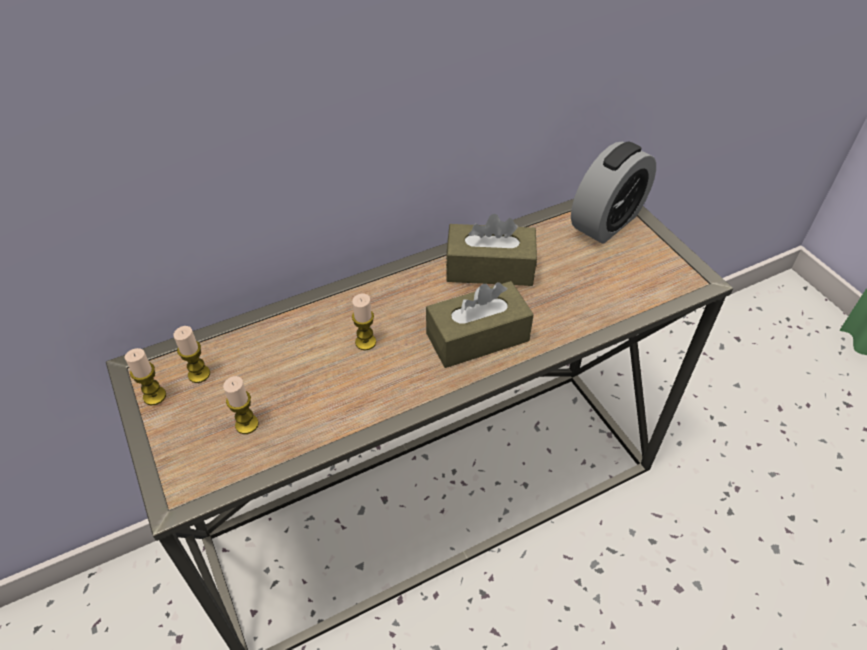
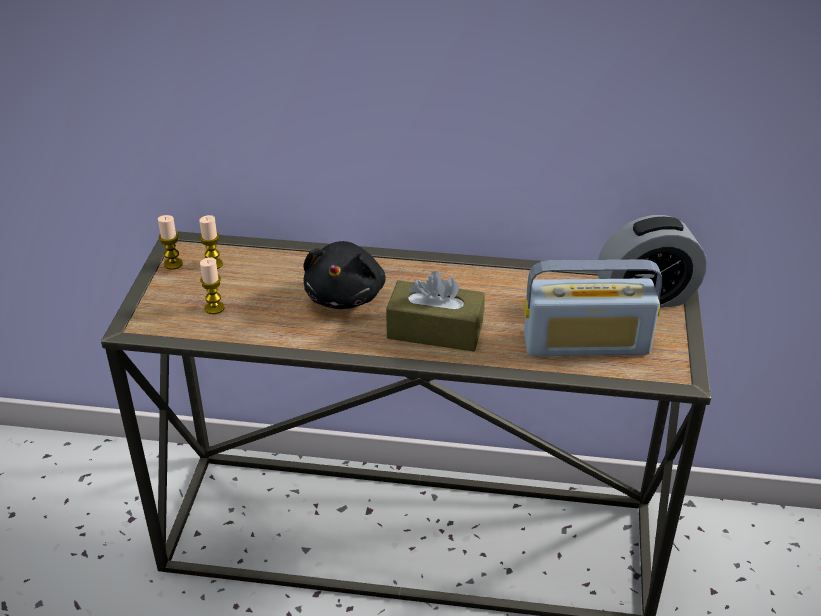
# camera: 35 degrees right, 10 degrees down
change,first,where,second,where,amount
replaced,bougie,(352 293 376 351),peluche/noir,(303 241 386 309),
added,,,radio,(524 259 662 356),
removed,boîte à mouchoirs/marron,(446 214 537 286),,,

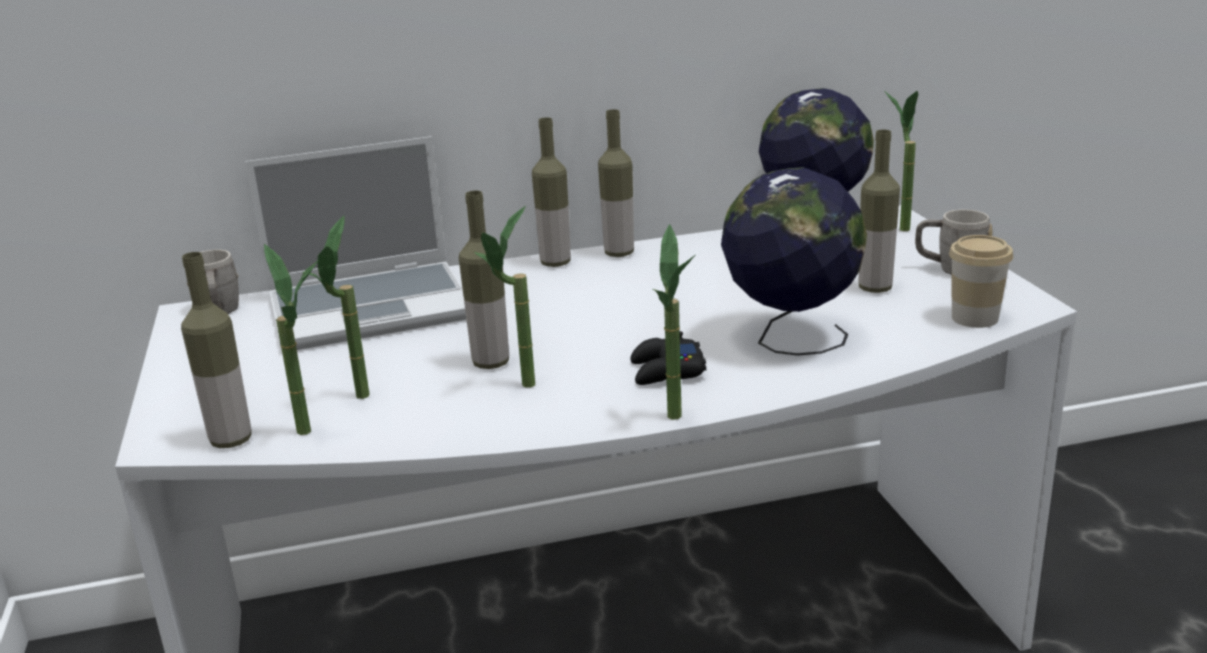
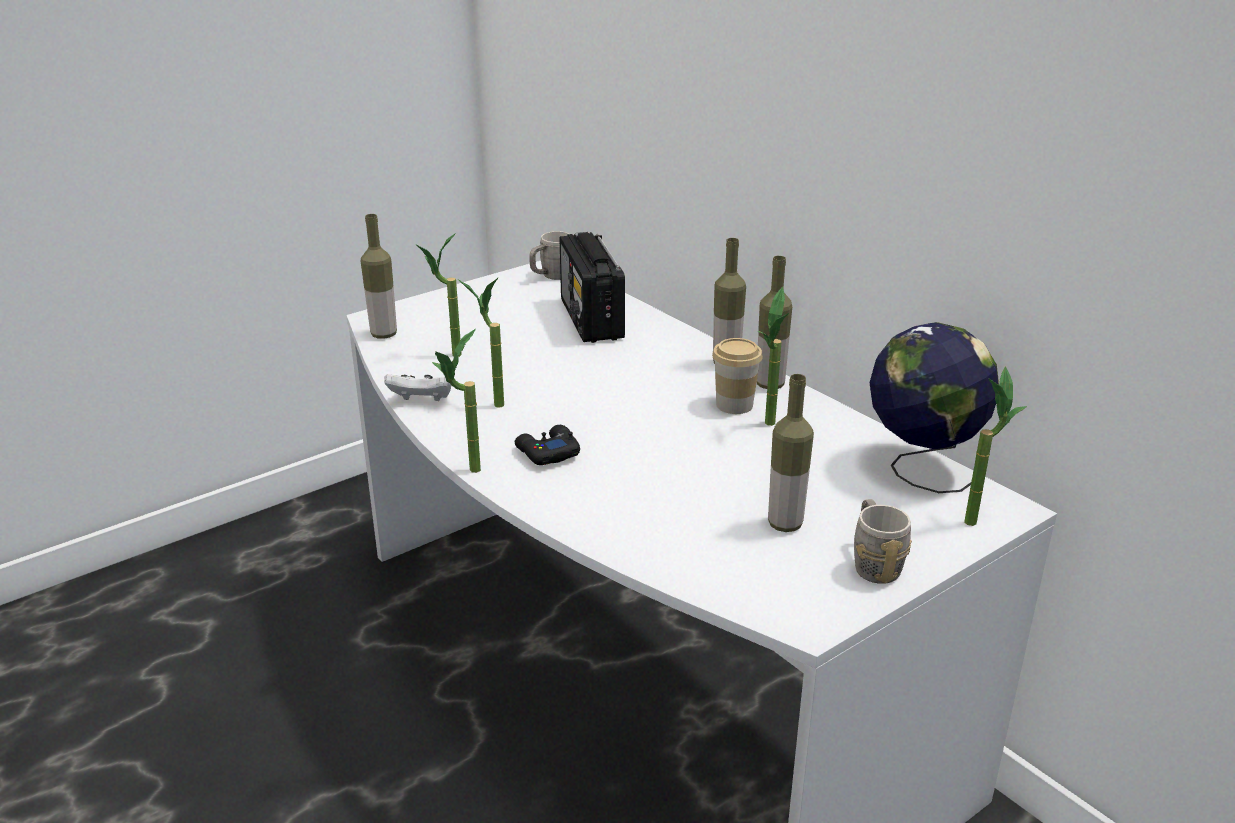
# camera: 65 degrees right, 5 degrees up
change,first,where,second,where,amount
added,,,manette/blanc,(384 374 451 401),
replaced,ordinateur portable,(245 136 466 350),radio,(559 232 625 343),
moved,tasse,(949 235 1013 328),,(712 338 763 414),
moved,plante en pot,(264 244 319 435),,(757 287 789 426),
removed,bouteille,(459 191 509 369),,,
removed,globe,(721 167 867 356),,,

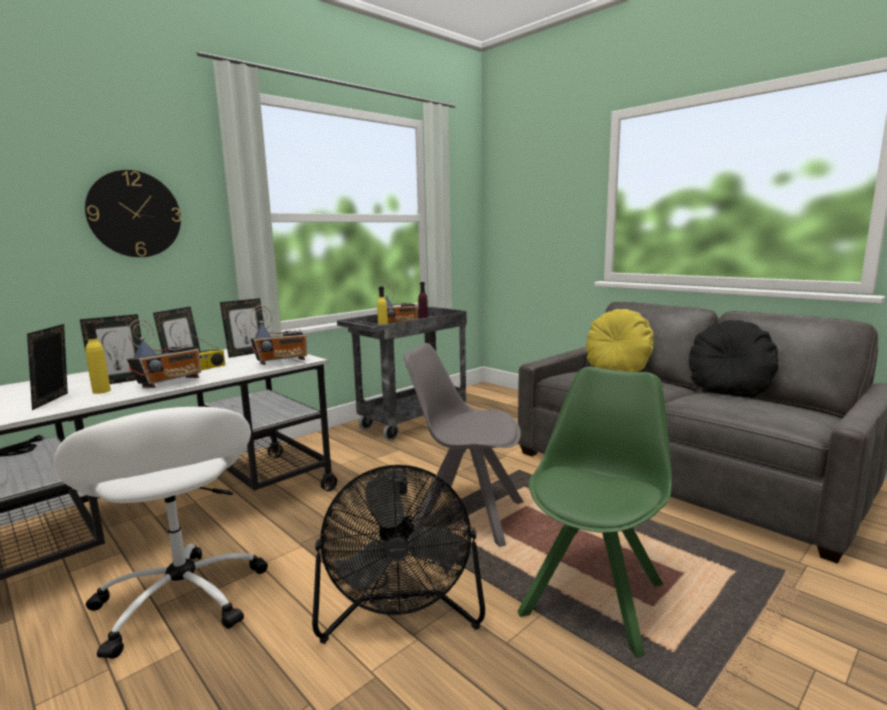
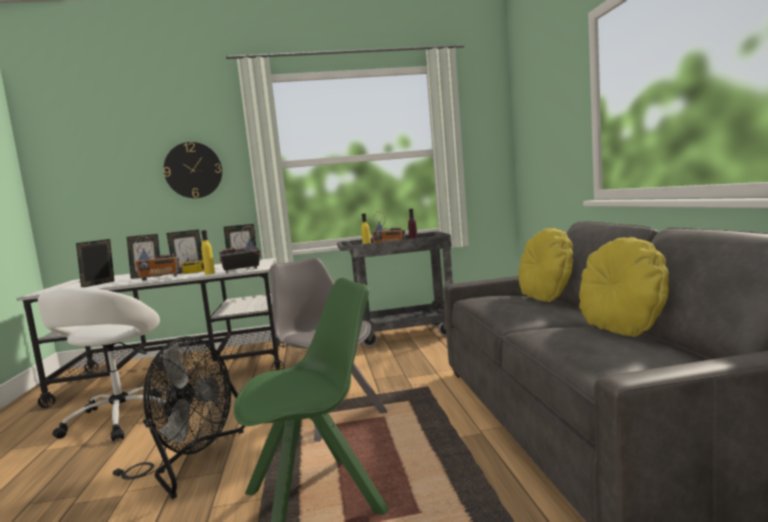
# camera: 35 degrees right, 5 degrees down
change,first,where,second,where,amount
turned,ventilateur/noir,(312 465 485 644),,(113 336 245 499),105 degrees counterclockwise
moved,bouteille/jaune,(85 322 111 394),,(201 230 215 275),
turned,radio,(250 305 307 365),,(219 226 261 273),150 degrees clockwise
recoloured,coussin/noir,(689 320 778 398),coussin/jaune,(579 237 669 337),

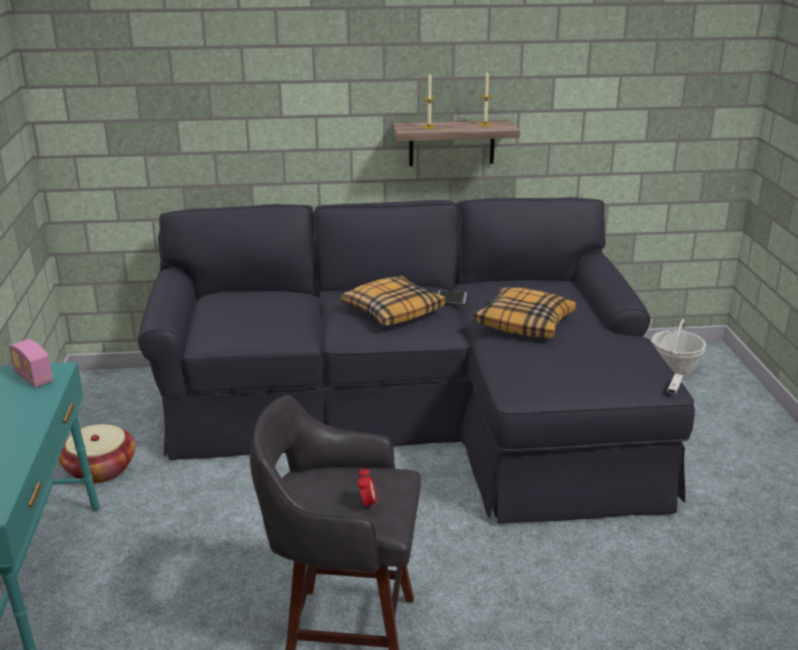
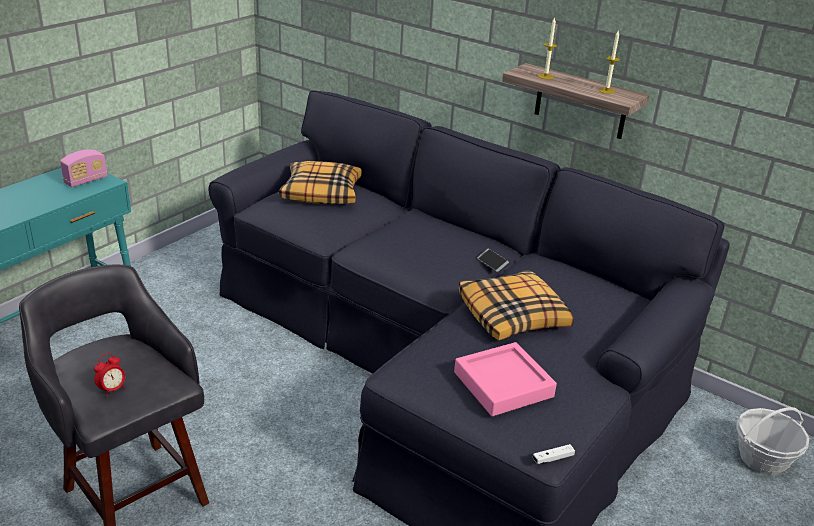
# camera: 40 degrees right, 5 degrees up
change,first,where,second,where,amount
turned,radio,(9 339 53 387),,(60 149 107 187),135 degrees counterclockwise
moved,coussin,(341 276 445 326),,(279 161 362 204),
added,,,plateau/rose,(454 342 557 416),
removed,panier,(59 424 135 483),,,

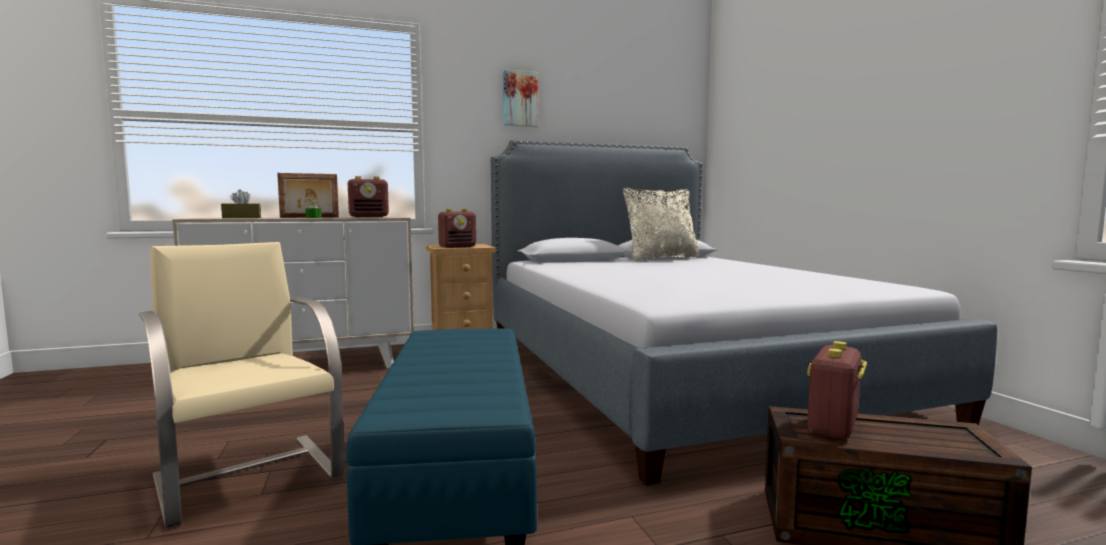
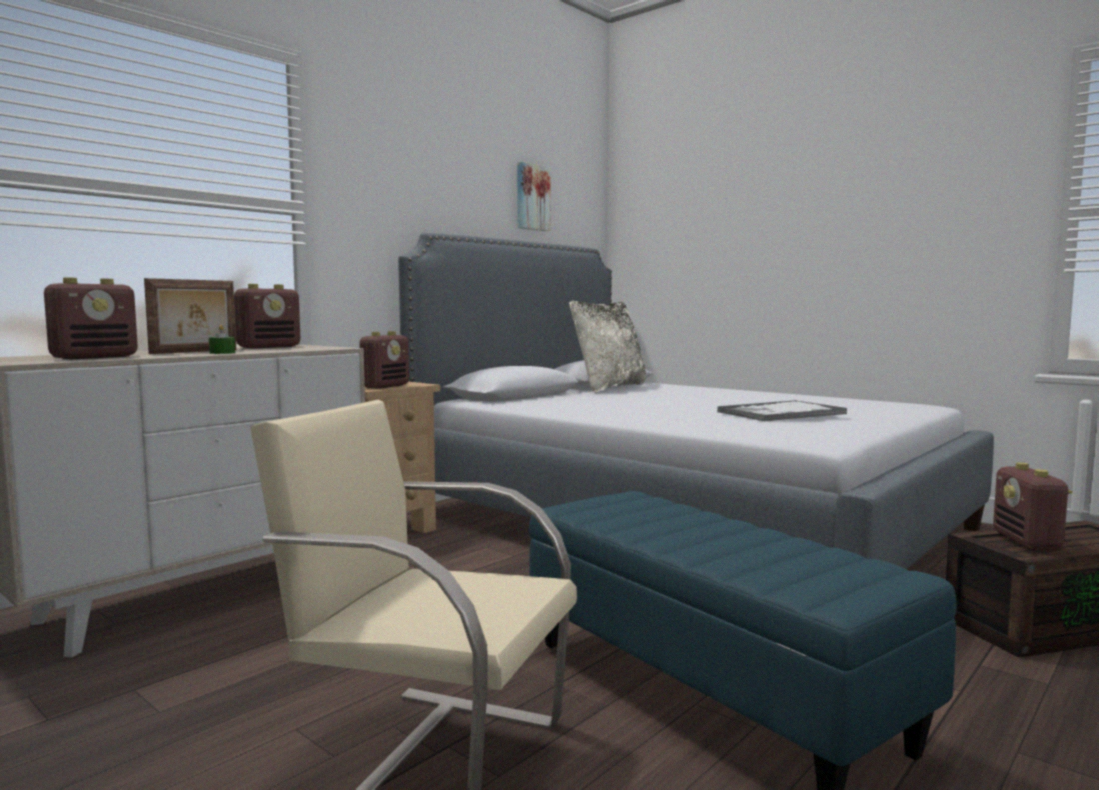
# camera: 30 degrees left, 0 degrees up
change,first,where,second,where,amount
replaced,boîte à mouchoirs/marron,(221 190 261 218),radio,(44 278 138 359),
moved,tableau,(503 69 538 127),,(517 161 550 231),
added,,,plateau,(717 400 847 421),

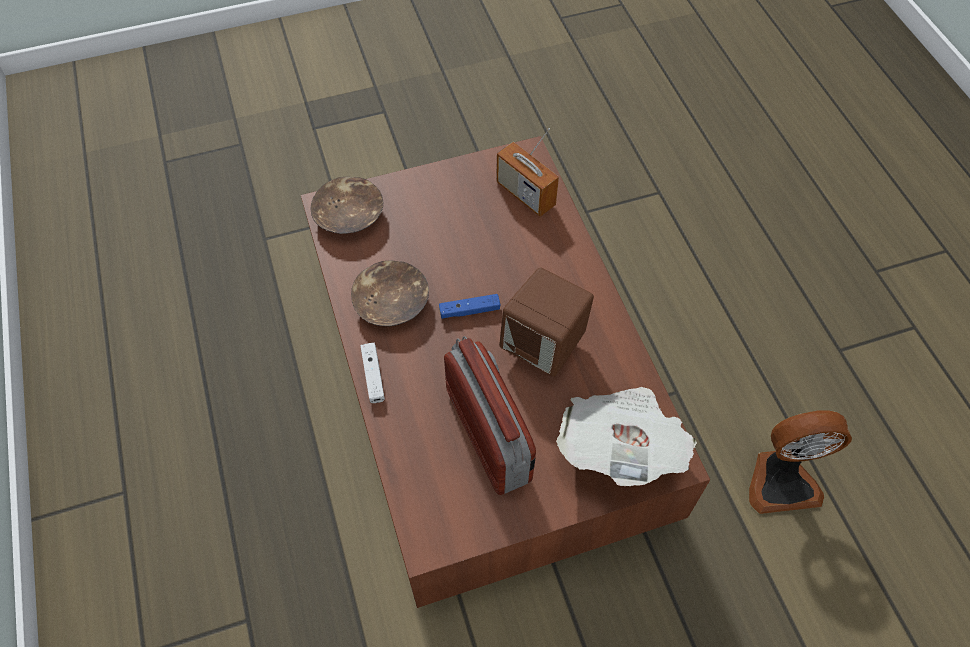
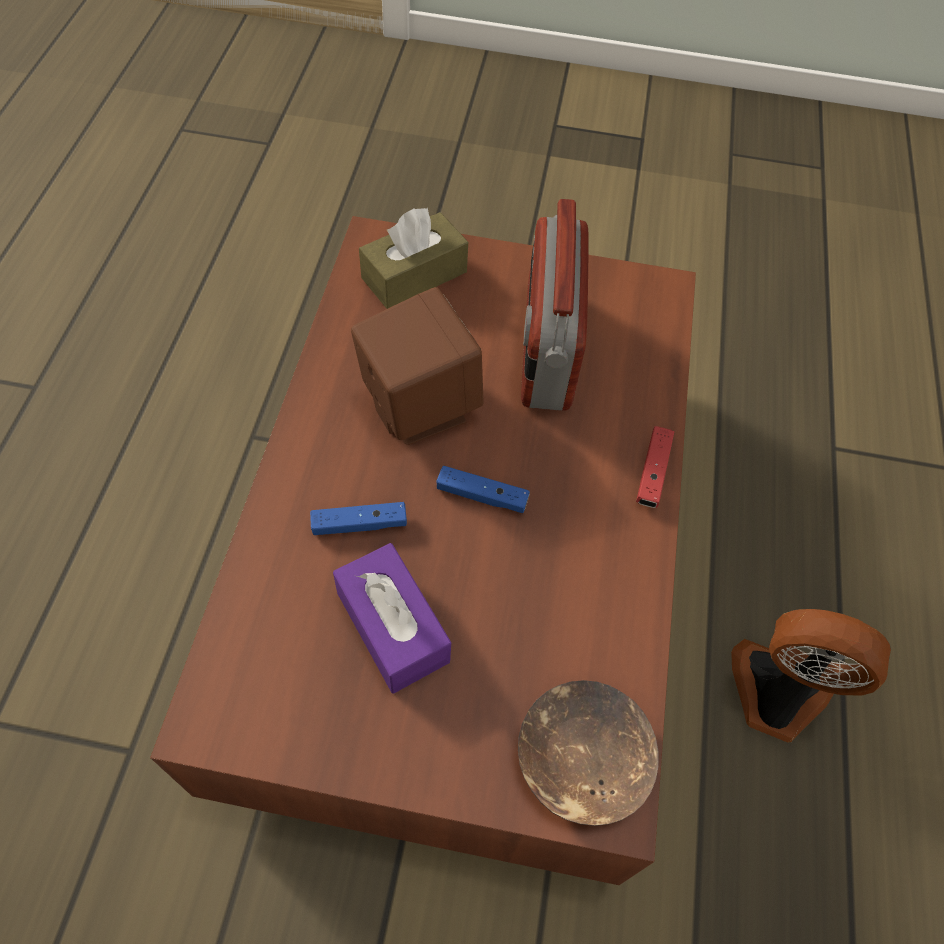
# camera: 155 degrees left, 0 degrees up
change,first,where,second,where,amount
added,,,manette/bleu,(310 502 407 535),
added,,,boîte à mouchoirs/violet,(333 543 451 694),
replaced,journal,(556 387 697 486),boîte à mouchoirs/marron,(359 208 468 309),
recoloured,manette/blanc,(360 343 385 403),manette/rouge,(636 426 674 508),
moved,ventilateur,(749 410 852 514),,(731 609 891 742),
removed,bol/marron,(351 260 429 326),,,
removed,radio,(496 128 559 217),,,

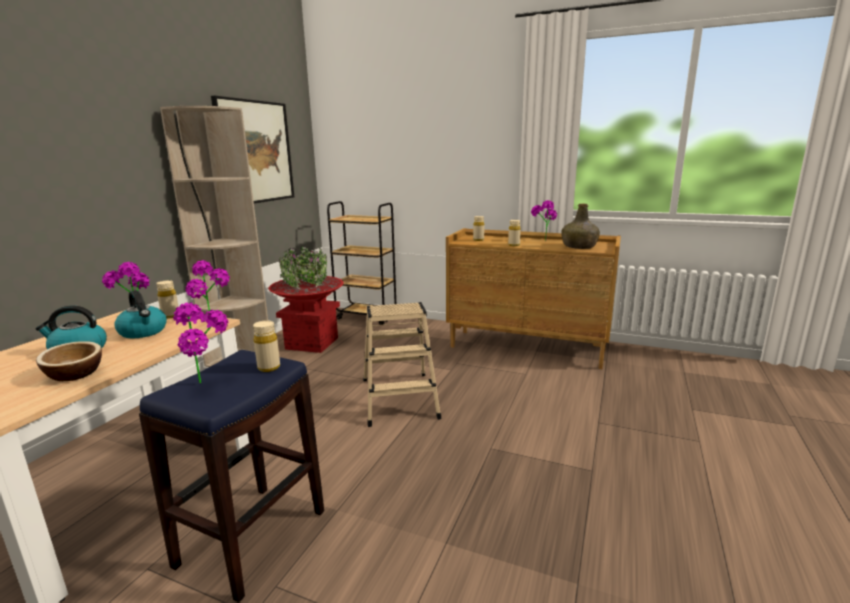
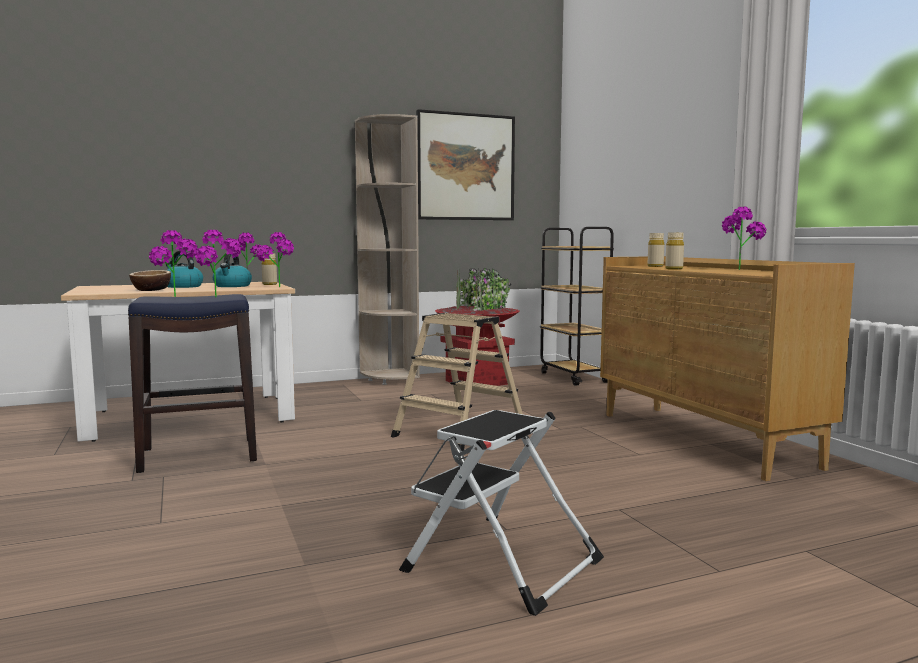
# camera: 45 degrees right, 10 degrees down
change,first,where,second,where,amount
replaced,bouteille/beige,(253 320 280 372),plante en pot,(195 230 242 297),
added,,,escabeau,(399 410 604 616),
removed,bouteille/vert,(561 204 600 249),,,

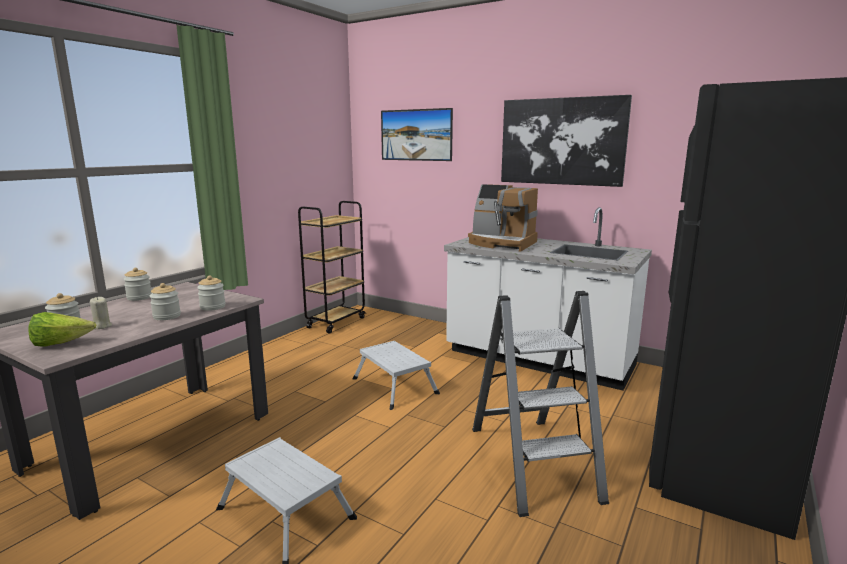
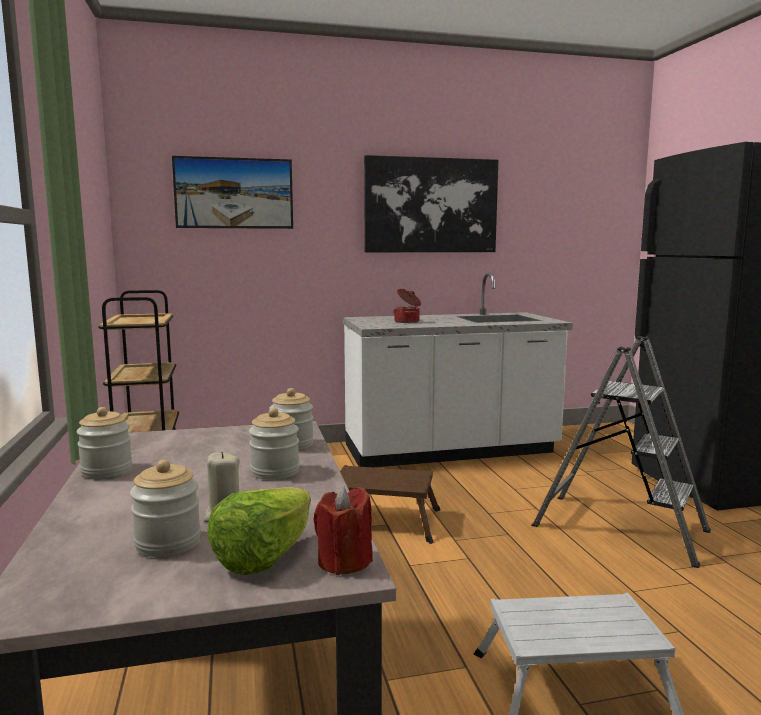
# camera: 45 degrees left, 5 degrees down
change,first,where,second,where,amount
added,,,bougie/rouge,(313 486 373 575),
recoloured,escabeau/blanc,(352 341 440 410),escabeau/marron,(340 465 441 544),
replaced,machine à café,(468 184 538 252),marmite,(394 288 421 323),

